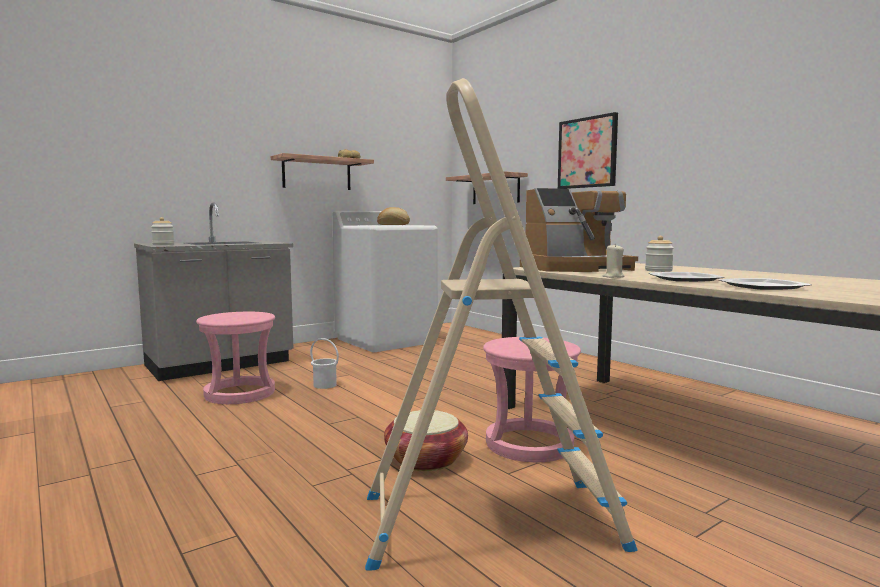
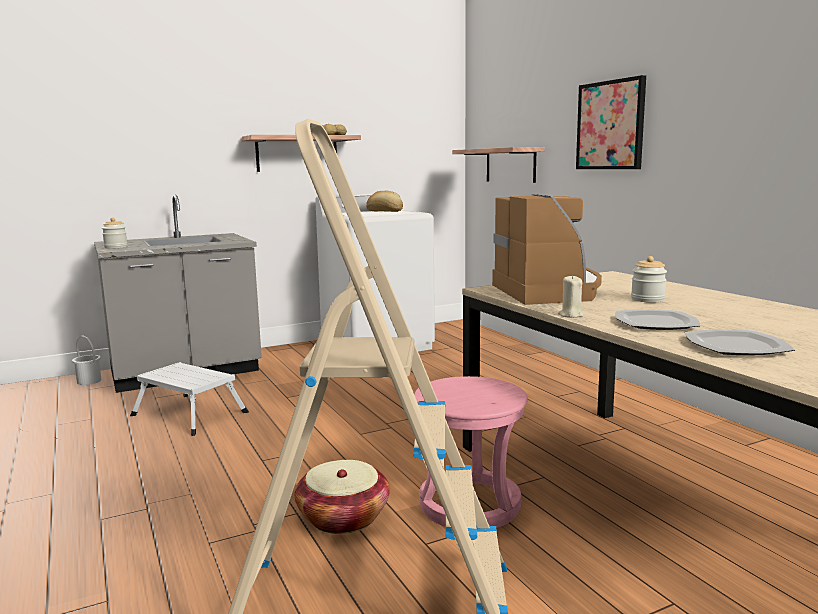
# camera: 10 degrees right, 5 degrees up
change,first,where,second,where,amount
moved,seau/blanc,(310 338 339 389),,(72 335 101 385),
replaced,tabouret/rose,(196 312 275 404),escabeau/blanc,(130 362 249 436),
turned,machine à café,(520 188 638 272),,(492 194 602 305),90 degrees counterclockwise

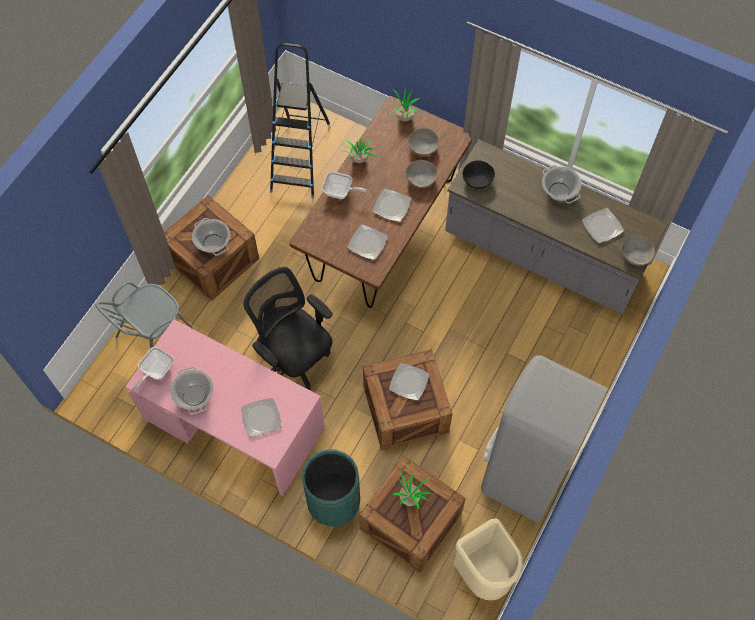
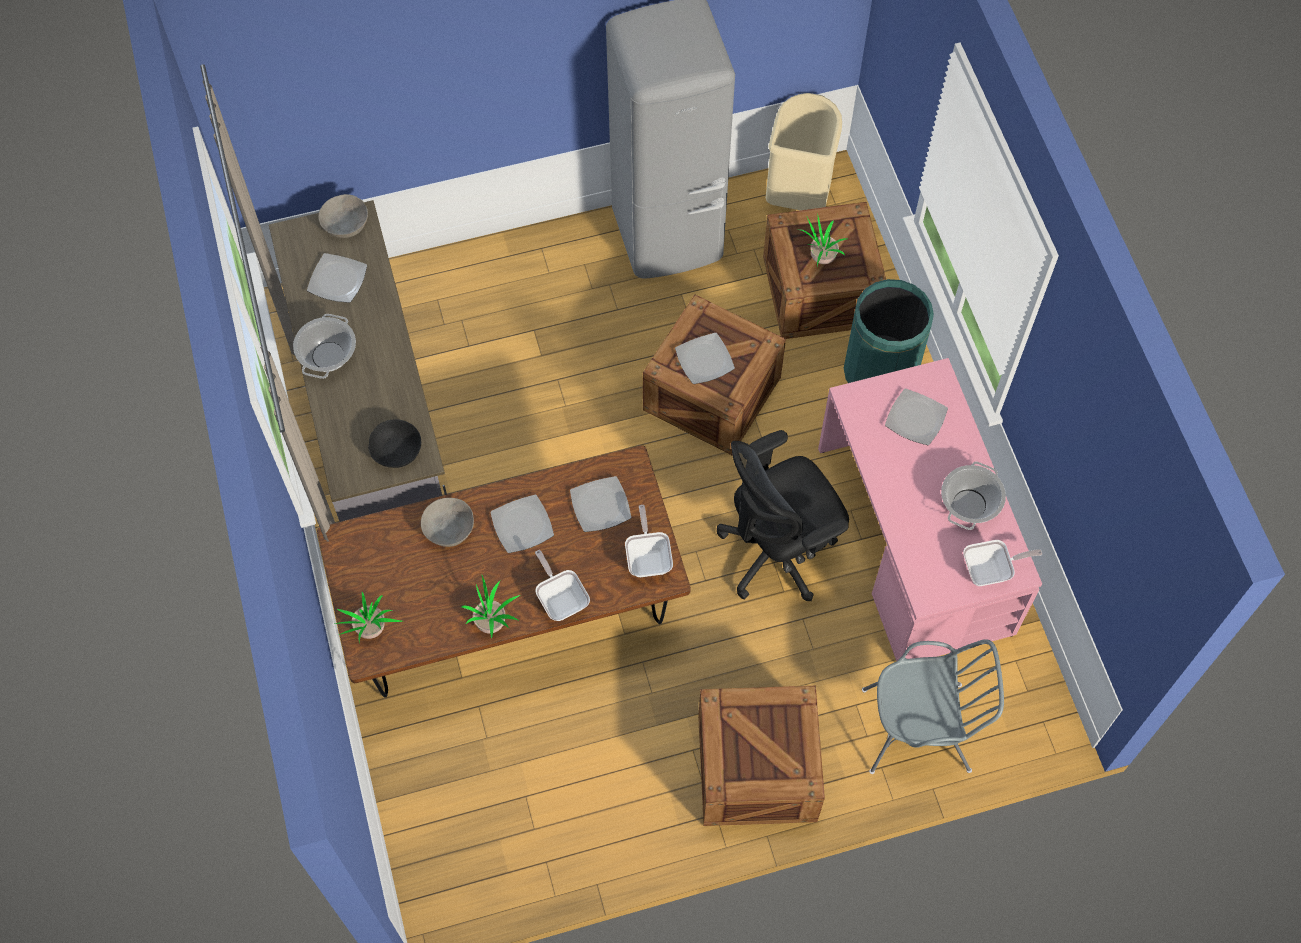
# camera: 135 degrees left, 0 degrees up
change,first,where,second,where,amount
added,,,poêle,(625 505 673 577),
turned,chaise de bureau/noir,(243 267 332 390),,(717 430 849 601),60 degrees clockwise
removed,marmite,(192 218 230 256),,,
removed,escabeau/noir,(270 43 330 198),,,
removed,bol/gris,(408 128 439 156),,,

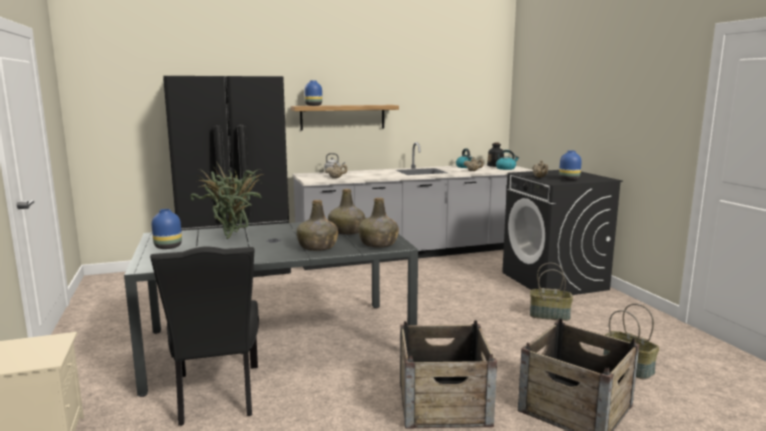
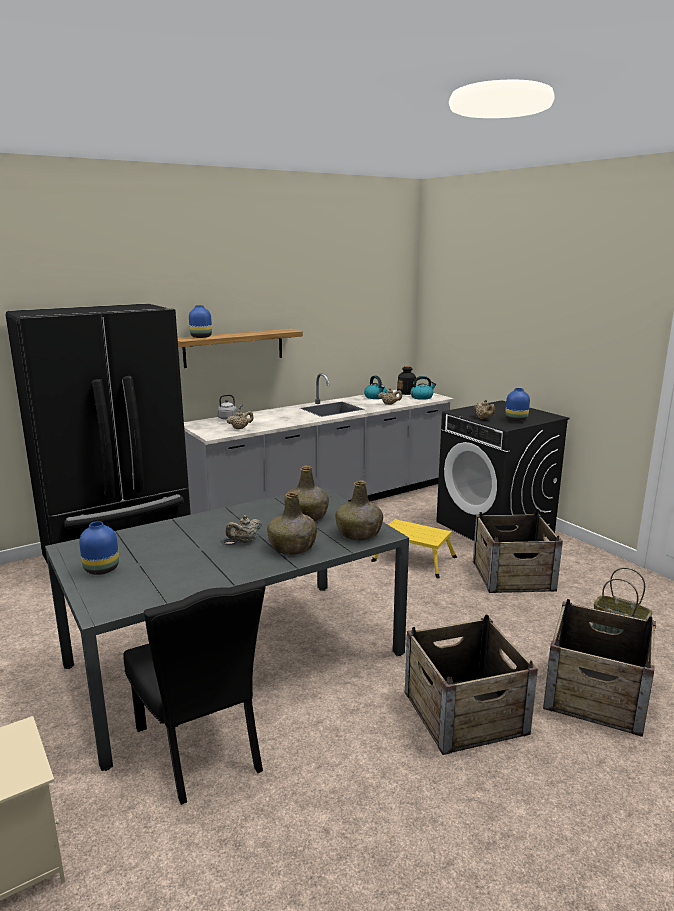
# camera: 15 degrees left, 5 degrees up
change,first,where,second,where,amount
added,,,théière/beige,(225 515 262 543),
added,,,escabeau/jaune,(371 519 457 579),
replaced,panier,(530 263 573 321),caisse,(473 511 563 593),
removed,plante en pot,(191 163 263 239),,,

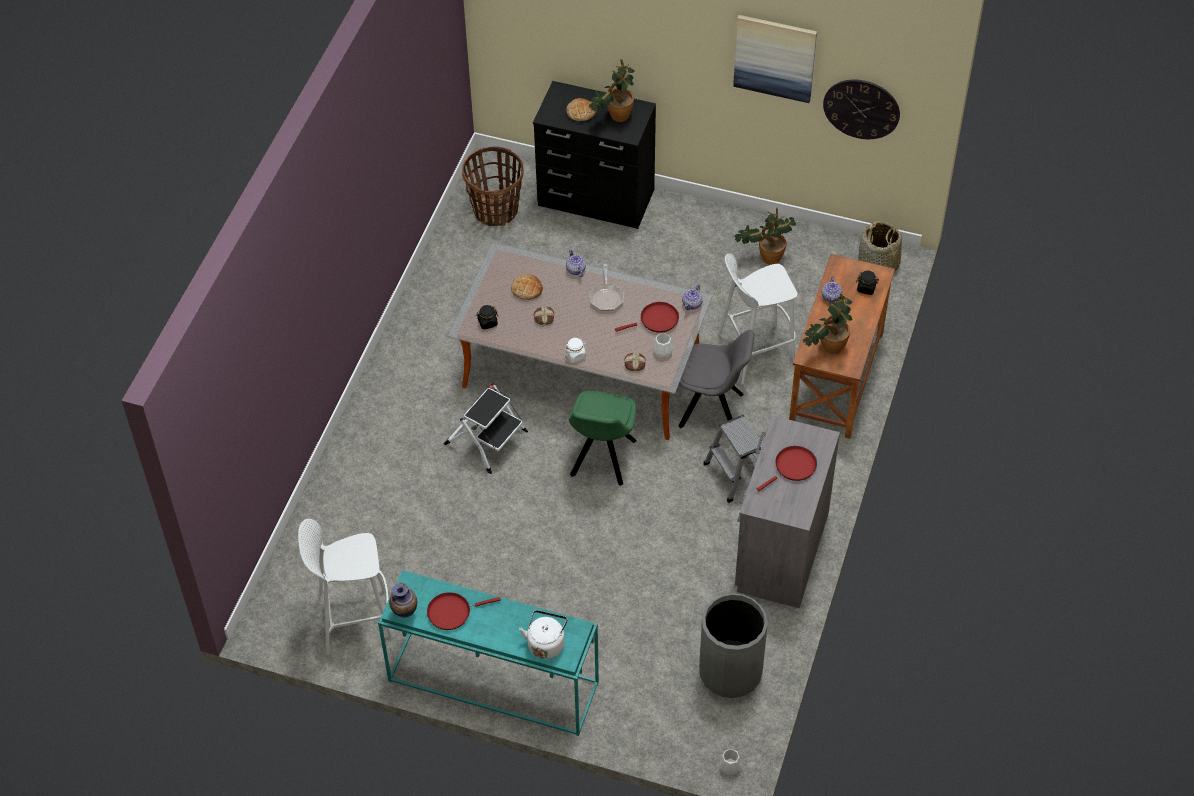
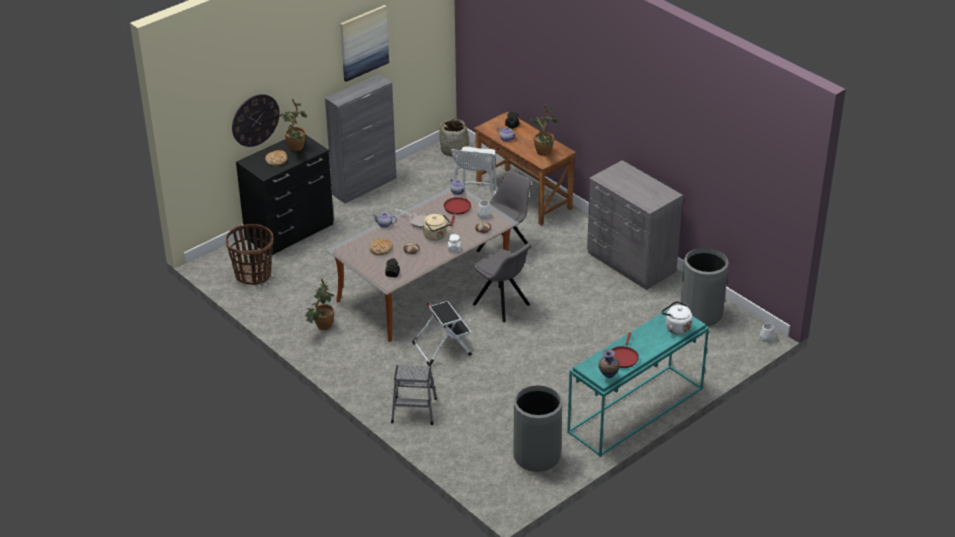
# camera: 60 degrees left, 15 degrees down
change,first,where,second,where,amount
moved,horloge murale,(823 80 900 139),,(232 94 280 147),
moved,plante en pot,(734 208 796 265),,(305 279 334 330),
added,,,meuble de rangement/gris,(325 74 397 203),
moved,escabeau/gris,(703 414 763 503),,(391 365 437 425),
added,,,bouilloire/beige,(423 214 451 241),
recoloured,chaise/vert,(569 391 636 486),chaise/gris,(473 243 531 322),
replaced,tabouret/blanc,(298 519 392 655),poubelle/gris,(513 385 562 472),
removed,poêle/rouge,(756 446 817 492),,,

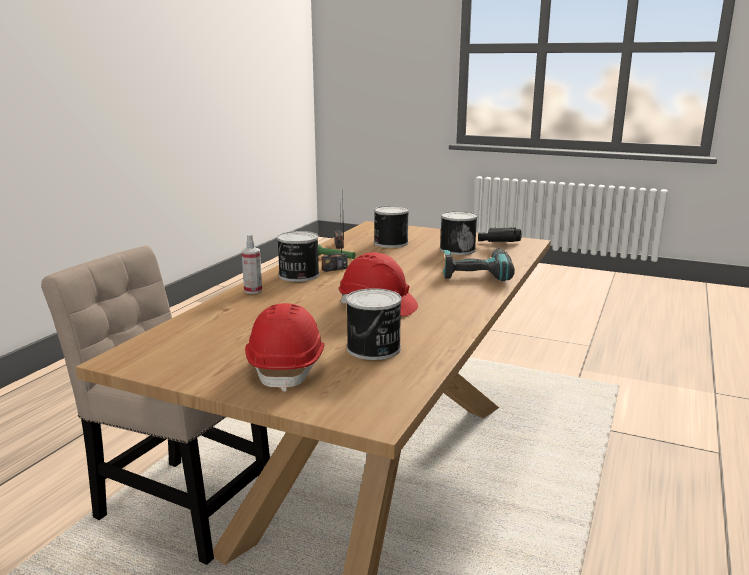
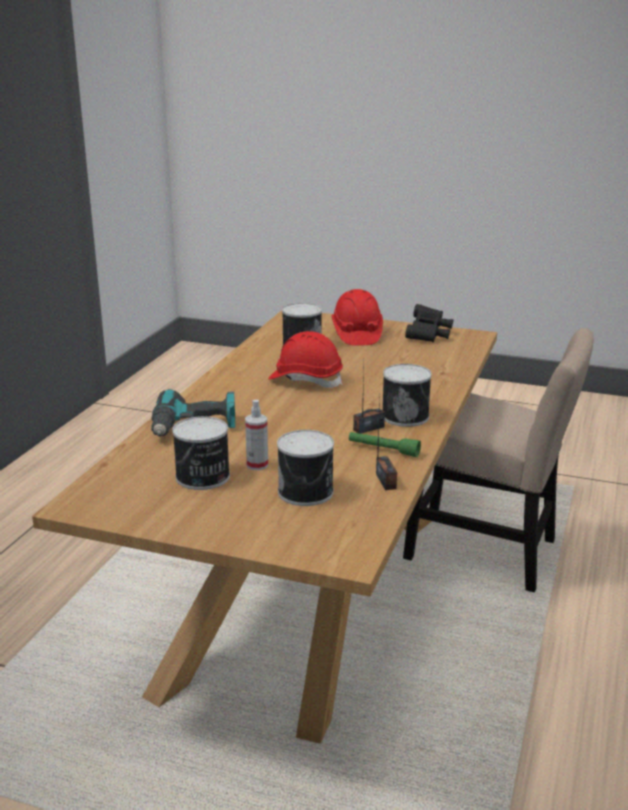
# camera: 175 degrees right, 5 degrees up
change,first,where,second,where,amount
moved,vaporisateur,(241 234 262 294),,(245 400 268 470),
moved,jumelles/noir,(478 227 521 242),,(405 304 453 342),

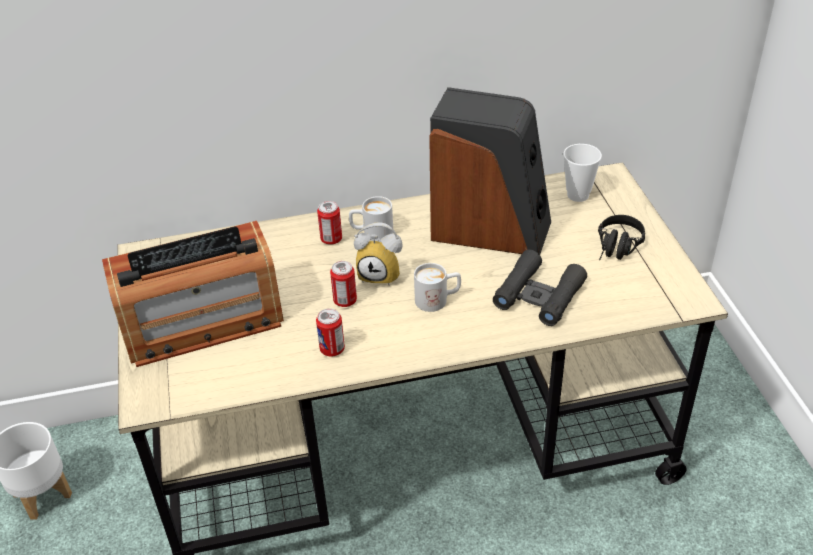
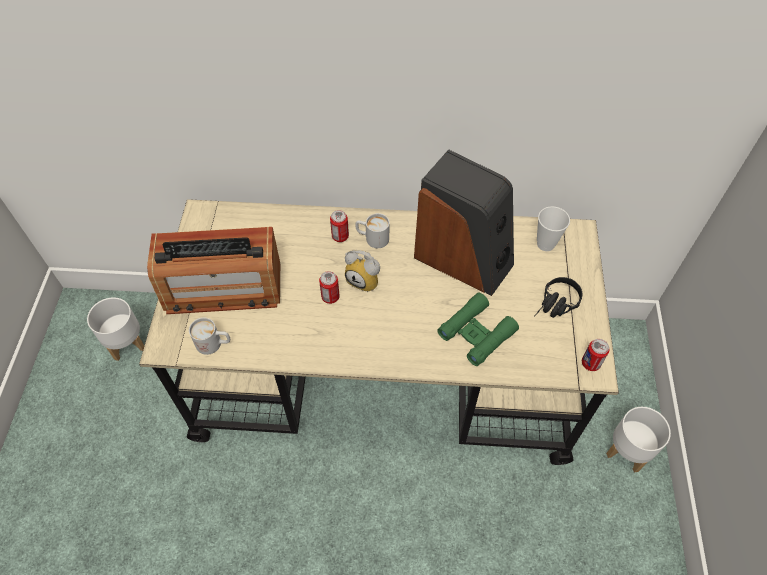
# camera: 15 degrees right, 15 degrees up
change,first,where,second,where,amount
moved,mug/blanc,(414 263 461 312),,(189 317 230 355),
recoloured,jumelles/noir,(493 250 587 326),jumelles/vert,(437 293 519 366),
moved,boîte métallique,(316 308 345 356),,(582 339 610 371),
added,,,cache-pot/blanc,(606 407 671 473),

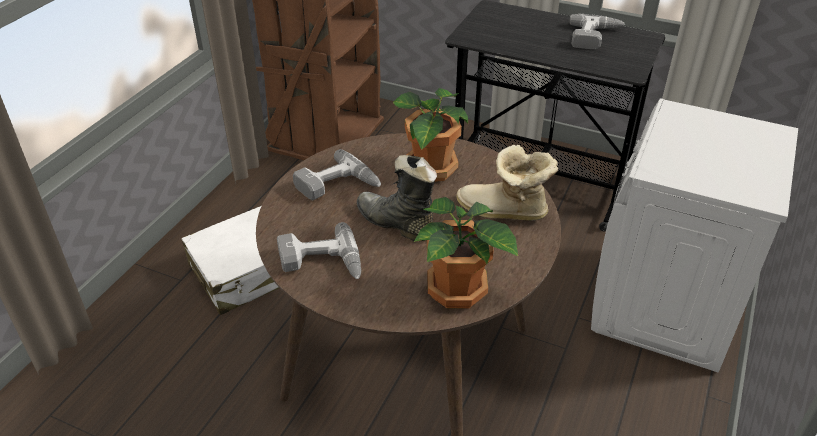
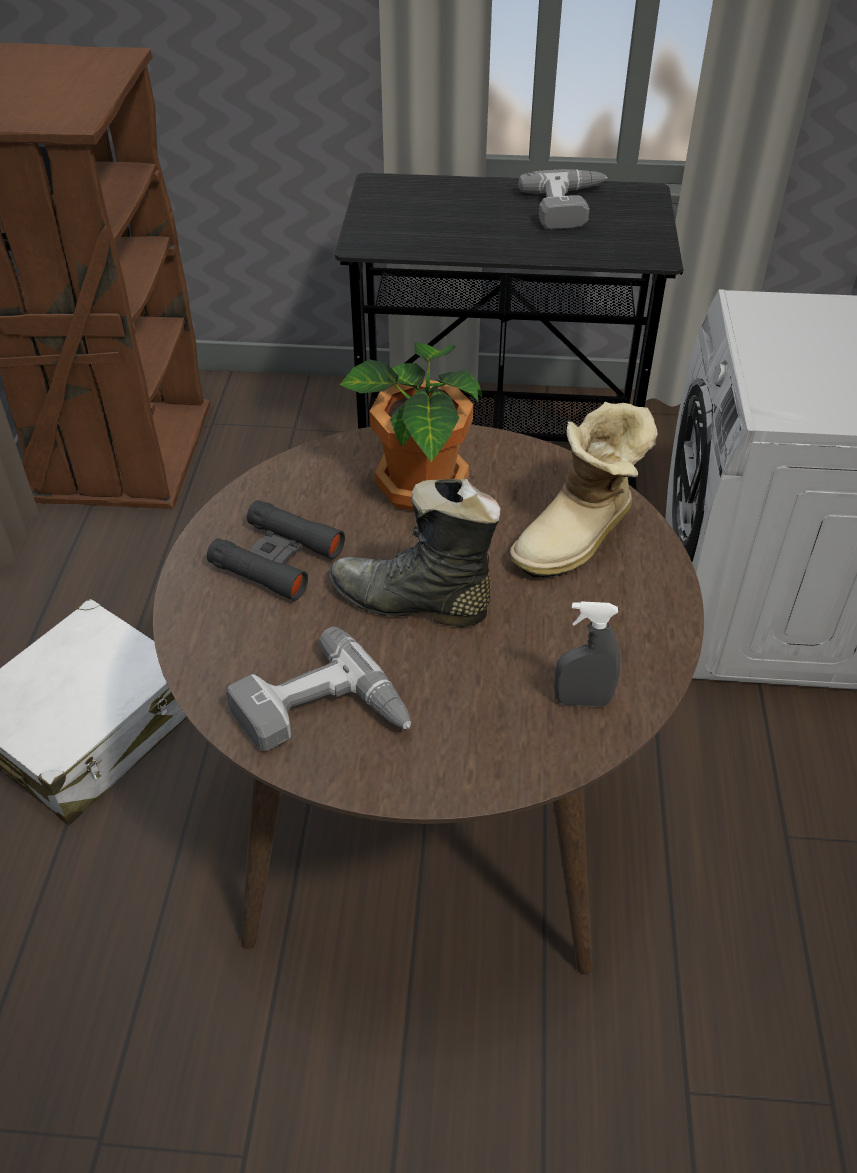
# camera: 20 degrees left, 5 degrees up
change,first,where,second,where,amount
replaced,perceuse,(293 149 381 200),jumelles/noir,(207 500 345 601),
turned,botte,(457 145 558 221),,(510 402 658 579),45 degrees counterclockwise
replaced,plante en pot,(414 197 518 309),vaporisateur/gris,(554 601 620 707),

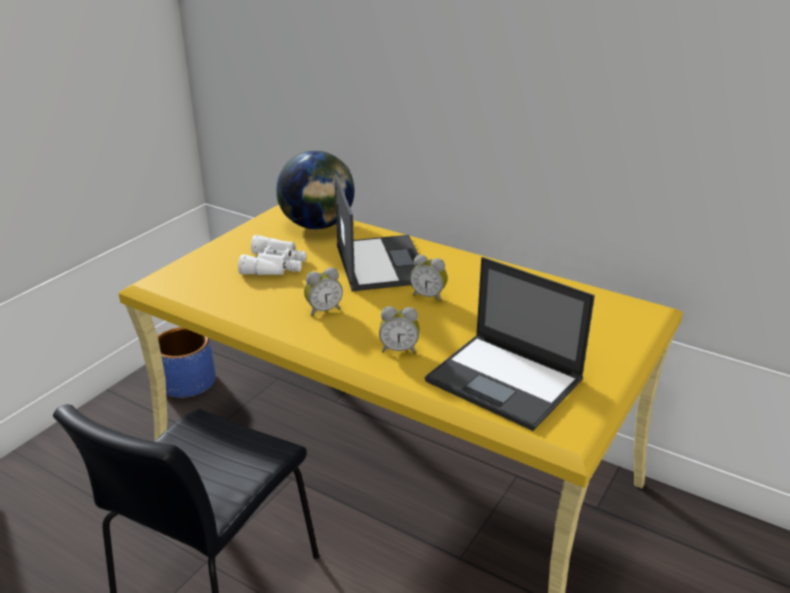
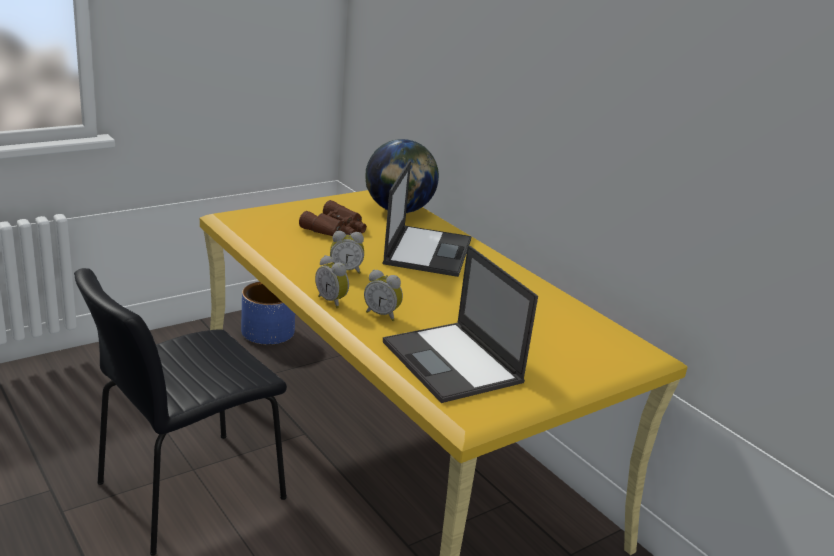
# camera: 20 degrees right, 5 degrees down
change,first,where,second,where,amount
recoloured,jumelles/blanc,(238 235 307 275),jumelles/marron,(299 200 367 236),
moved,réveil,(410 255 448 302),,(315 255 349 308),

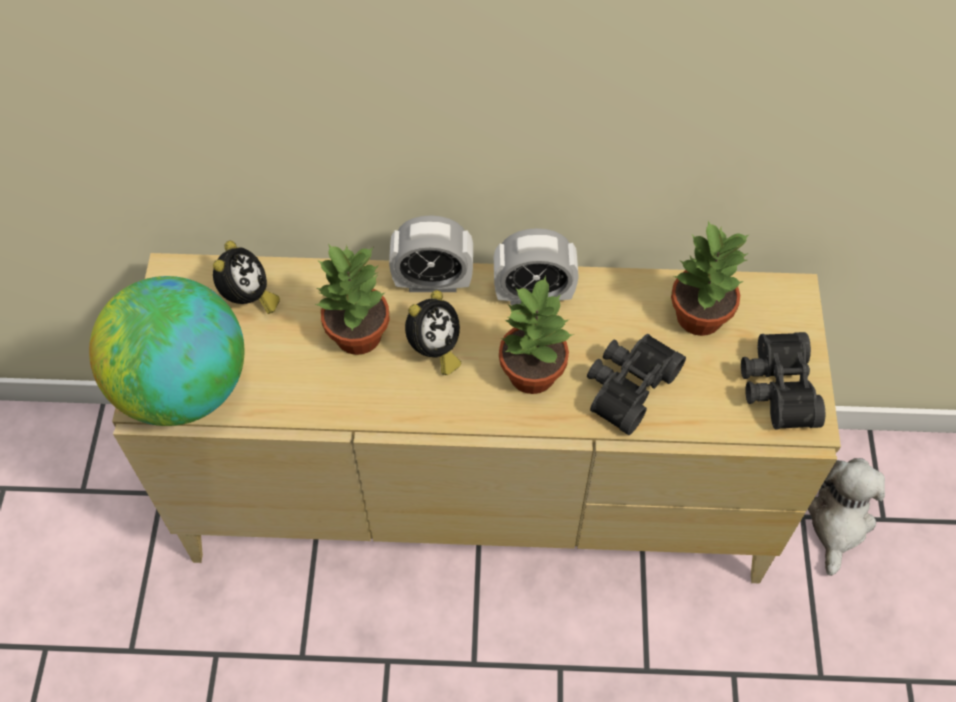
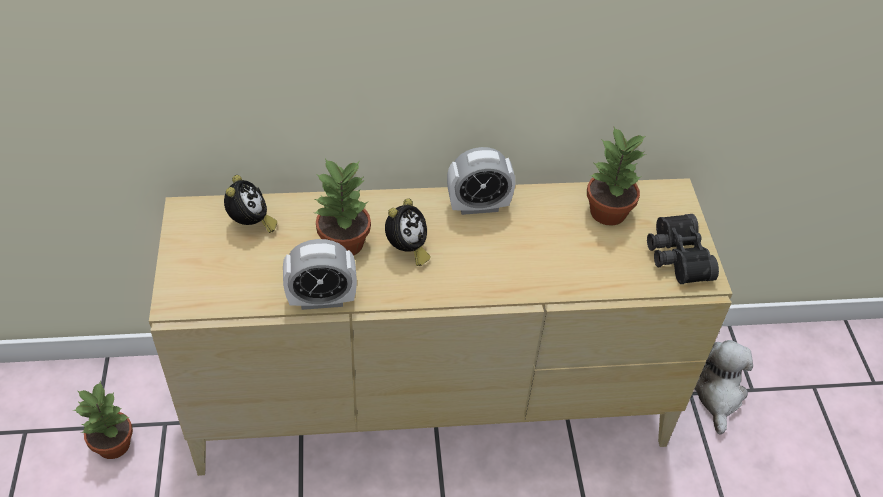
# camera: 10 degrees left, 10 degrees down
change,first,where,second,where,amount
moved,plante en pot,(499 276 574 394),,(73 381 133 459),
moved,réveil,(389 215 473 292),,(283 239 357 310),
removed,globe,(89 276 244 426),,,
removed,jumelles/noir,(587 334 686 435),,,

